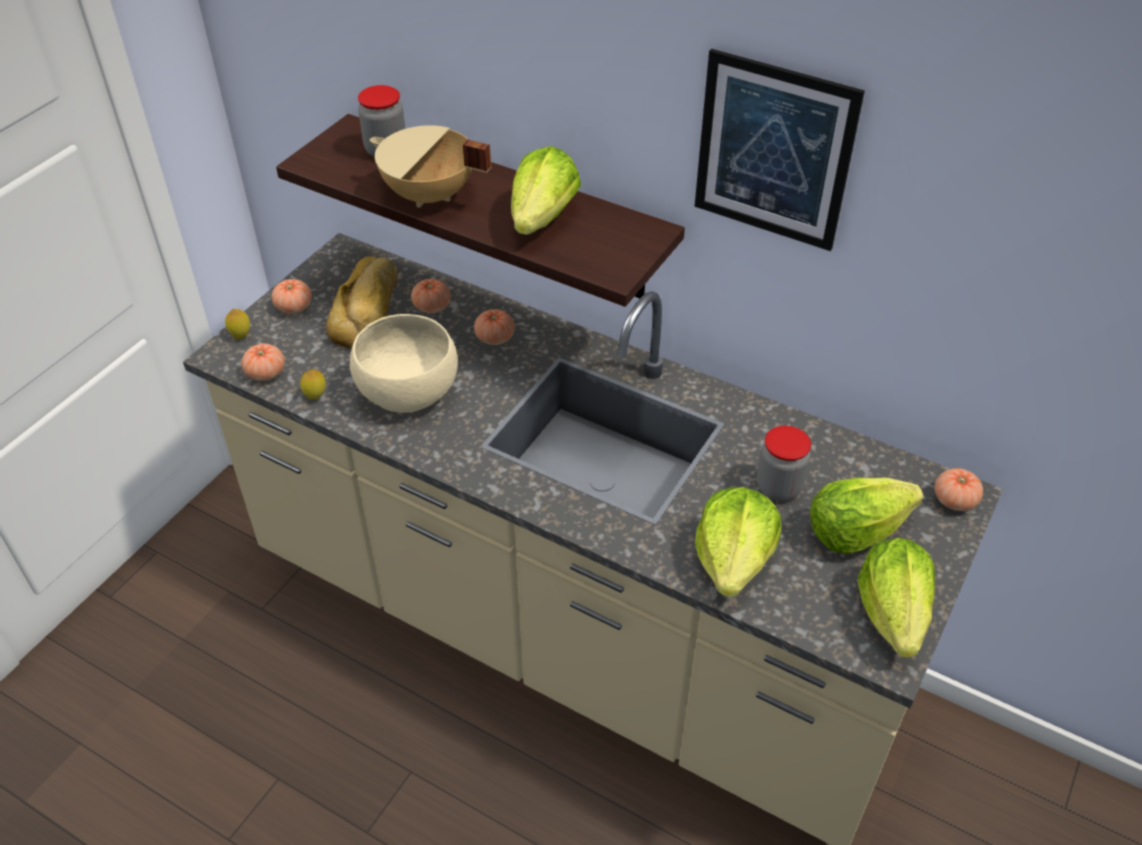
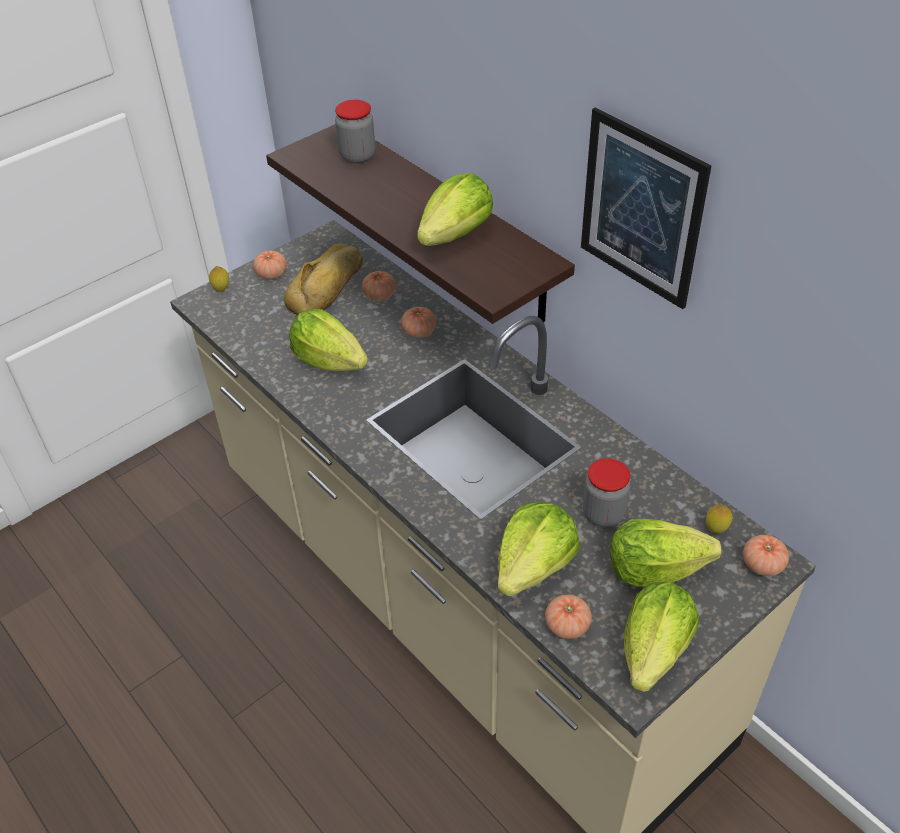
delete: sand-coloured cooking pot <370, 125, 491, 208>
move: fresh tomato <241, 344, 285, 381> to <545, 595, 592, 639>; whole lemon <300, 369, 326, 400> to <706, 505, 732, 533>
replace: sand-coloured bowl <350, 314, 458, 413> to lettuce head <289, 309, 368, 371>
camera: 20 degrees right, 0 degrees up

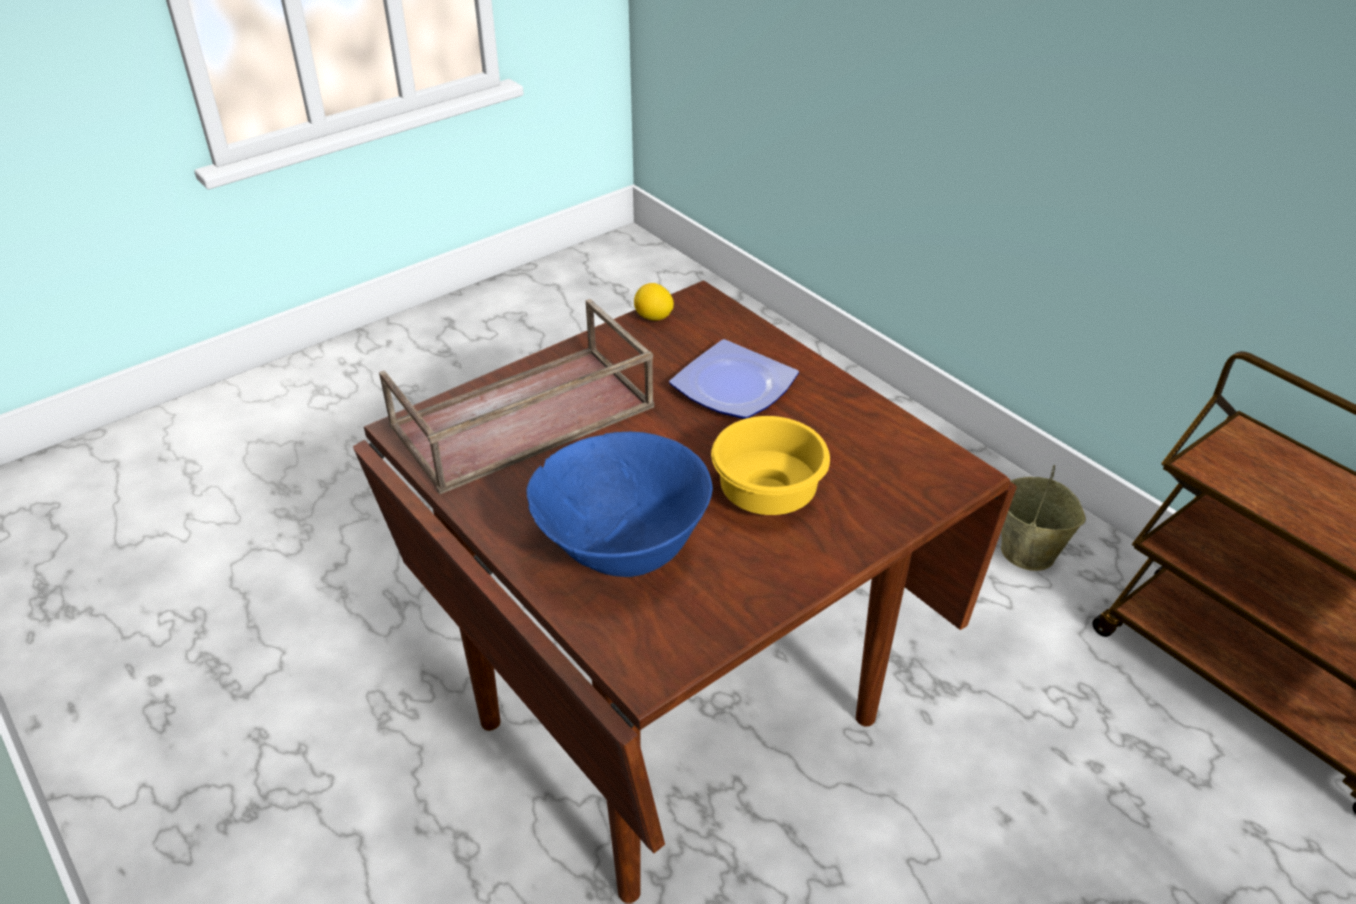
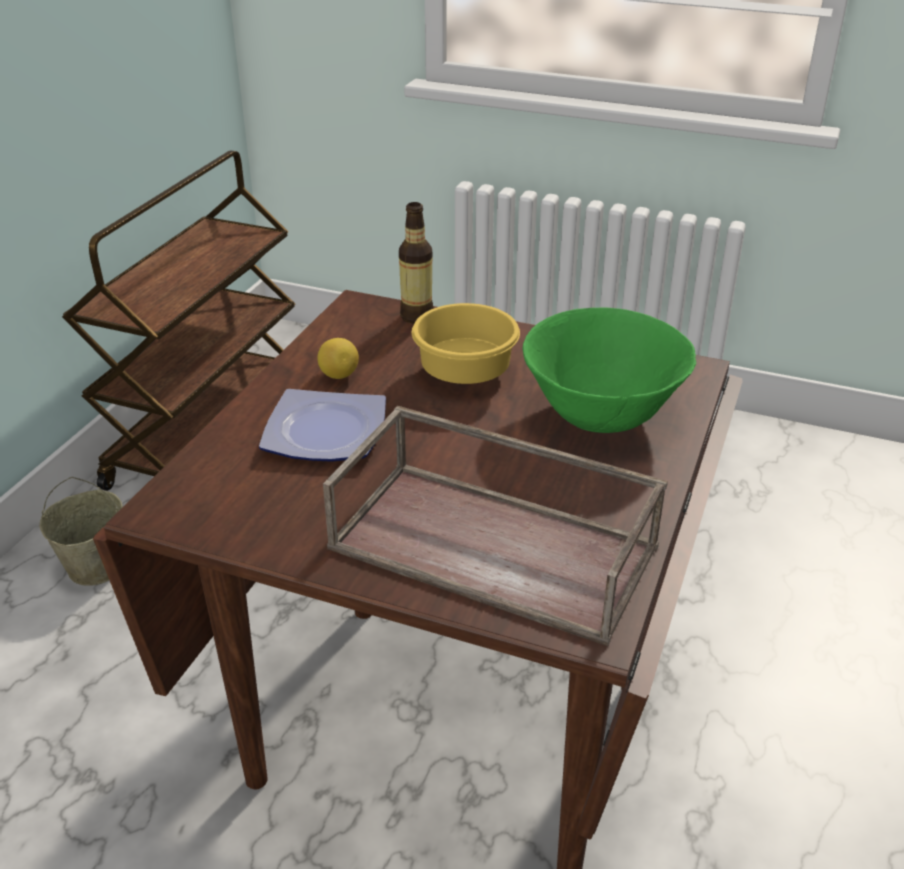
insert: bottle <399, 202, 433, 324>
move: whole lemon <634, 283, 674, 321> to <317, 338, 359, 379>
recolor: bluish bowl <526, 432, 713, 577> to green bowl <523, 308, 696, 433>
camera: 120 degrees left, 5 degrees down

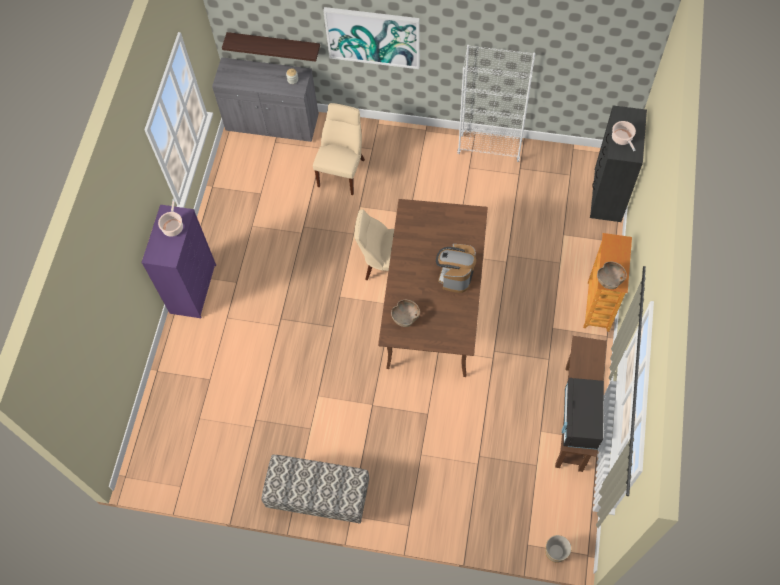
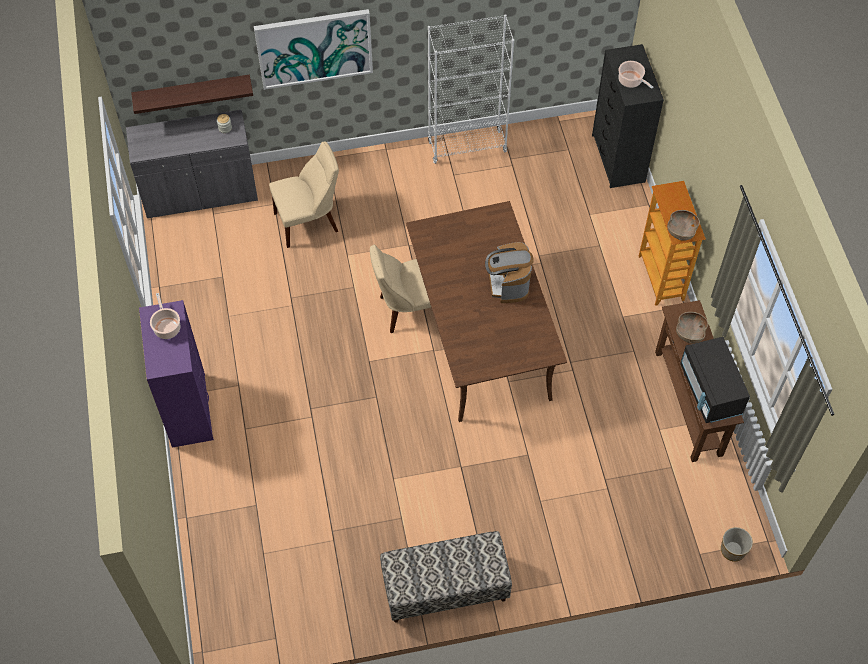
move: brown-coloured bowl <391, 300, 420, 327> to <676, 312, 708, 343>
rotate: sand-coloured chair <313, 103, 365, 195> = <269, 142, 339, 248> 75 degrees clockwise
camera: 25 degrees left, 5 degrees down

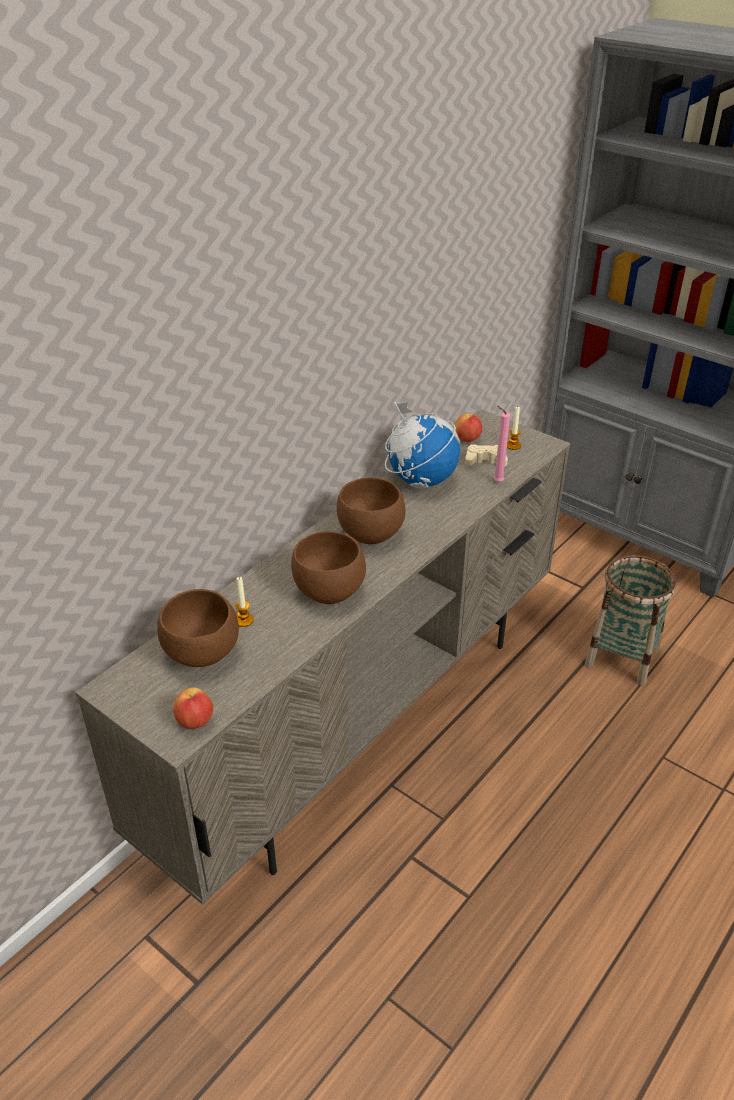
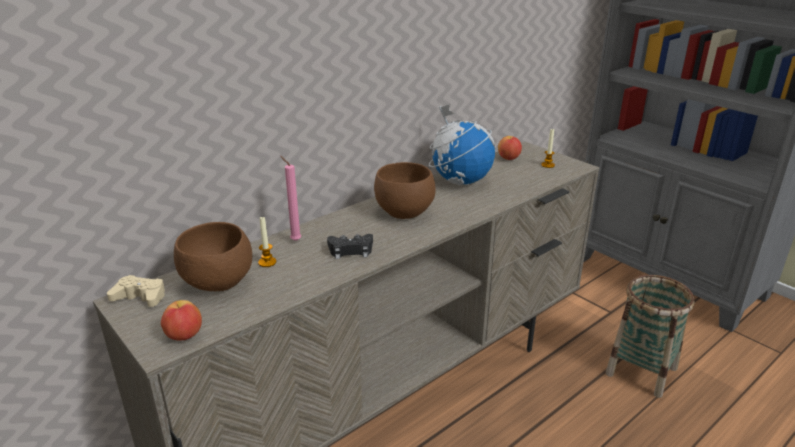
move: sand-coloured joypad <465, 444, 508, 466> to <107, 275, 165, 307>; pinkish candle <494, 405, 510, 482> to <280, 156, 301, 241>
replace: brown-coloured bowl <291, 531, 366, 604> to blackish joypad <327, 234, 373, 259>
camera: 10 degrees right, 10 degrees down

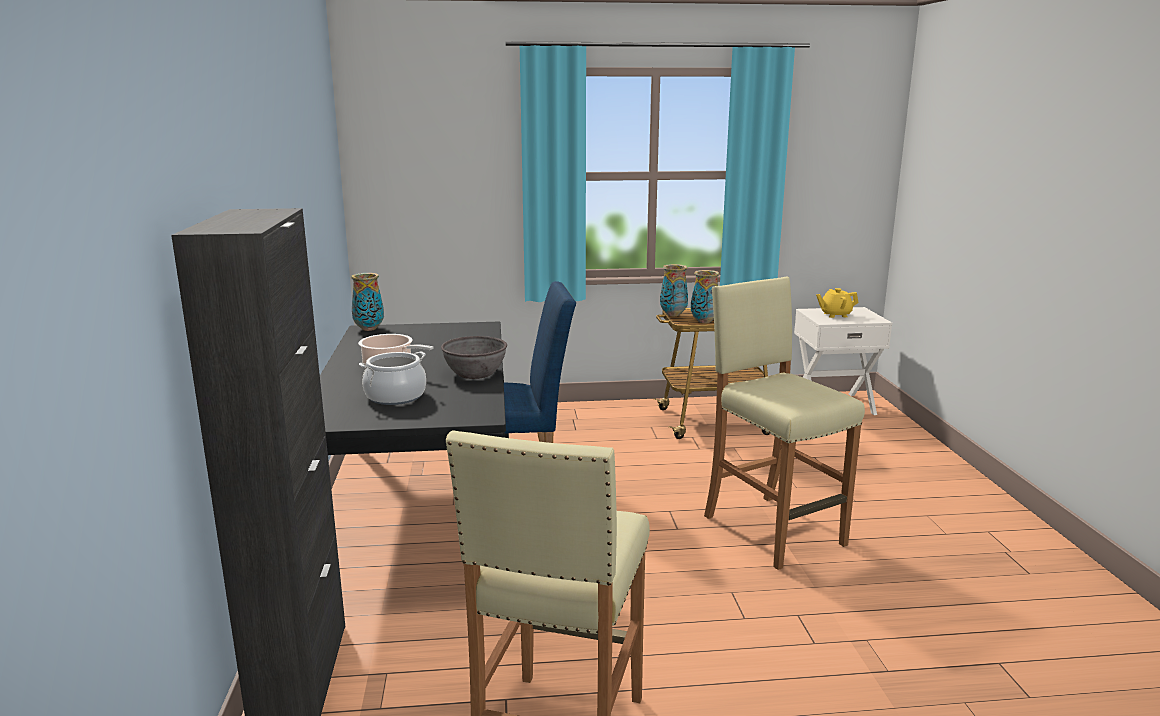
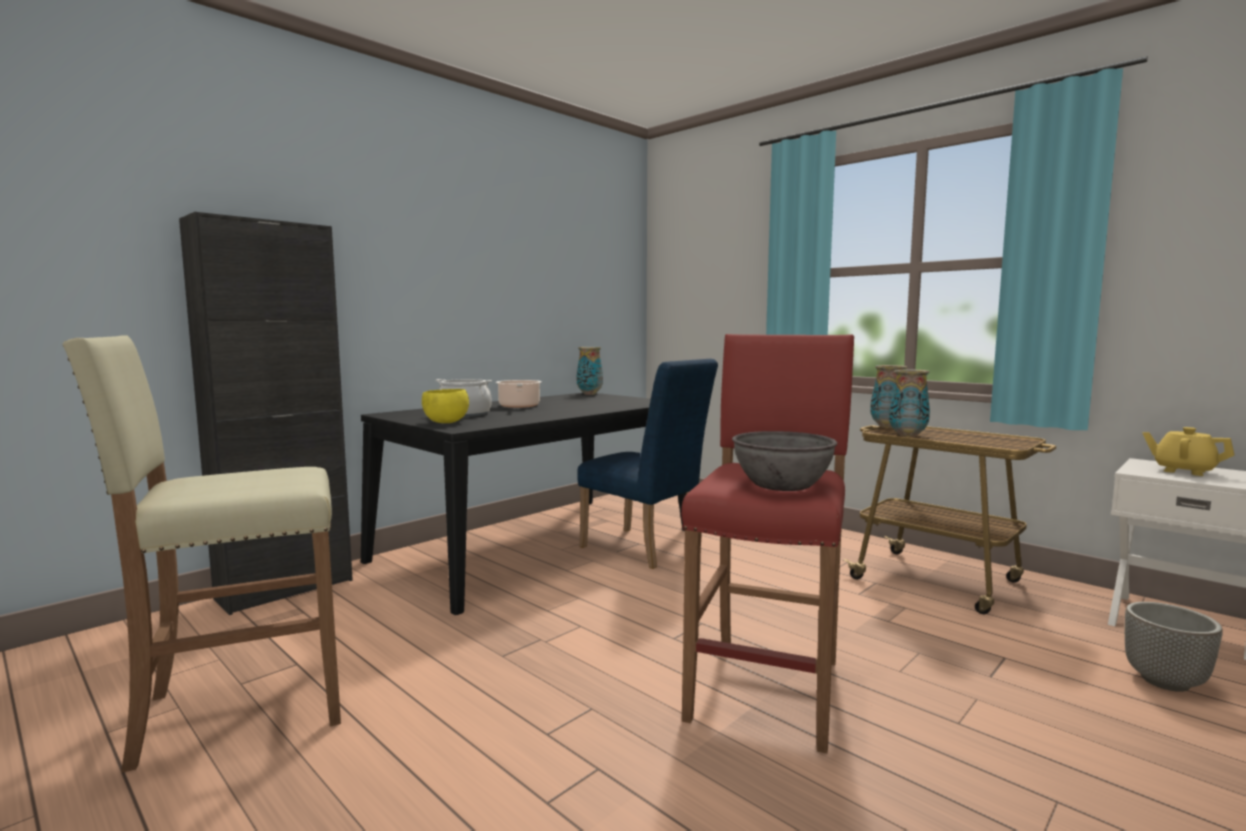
insert: yellow bowl <422, 389, 469, 423>; planter <1125, 602, 1223, 692>
move: grey bowl <441, 336, 507, 379> to <732, 431, 837, 491>
recolor: sand-coloured stool <704, 277, 865, 570> to red-coloured stool <681, 334, 854, 754>
camera: 50 degrees right, 10 degrees down

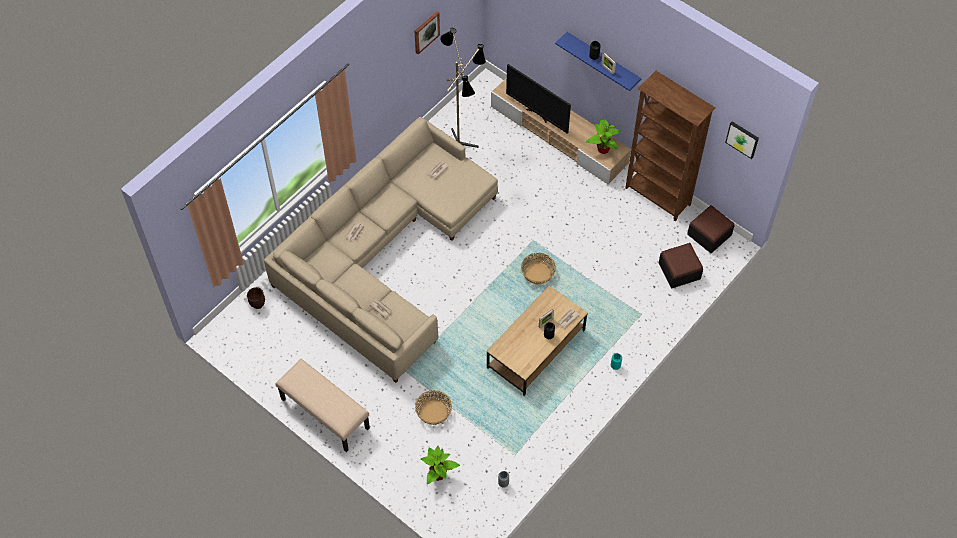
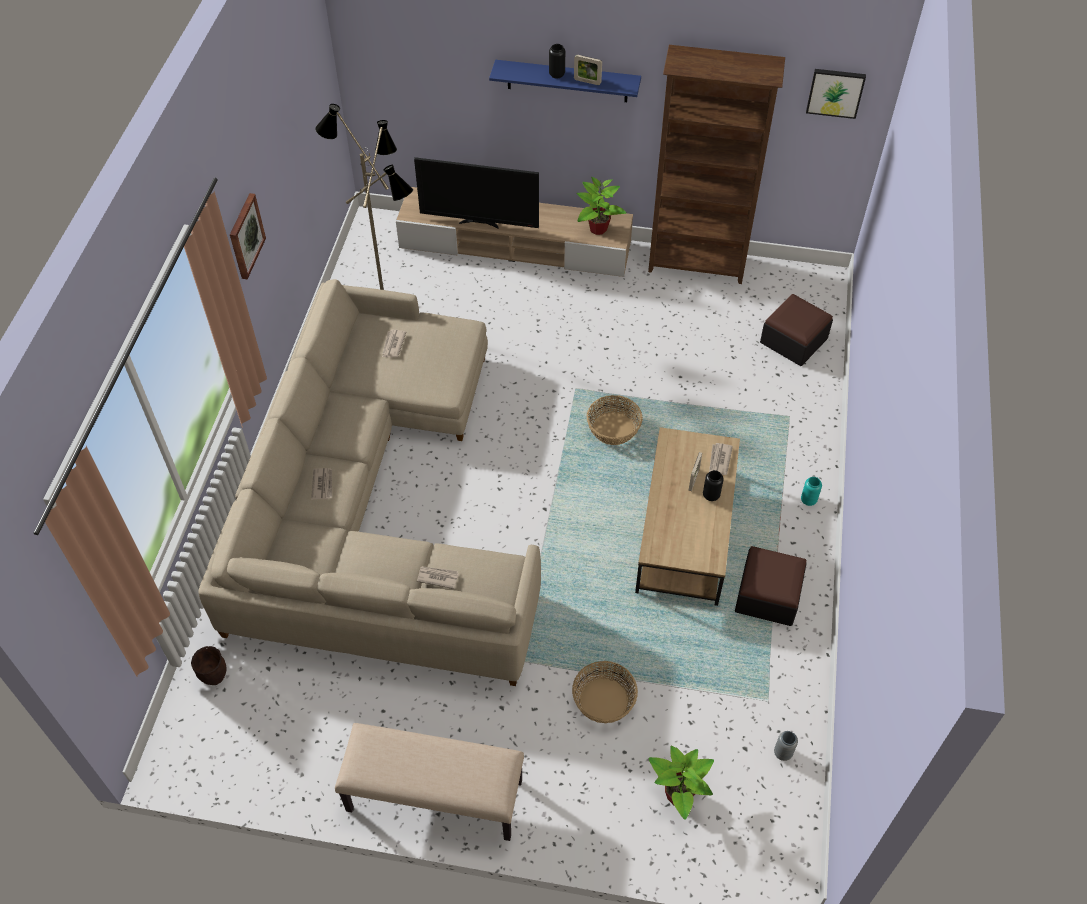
move: picture <414, 11, 440, 54> to <230, 193, 266, 279>; pouffe <687, 205, 734, 253> to <735, 546, 807, 626>
camera: 30 degrees left, 5 degrees down

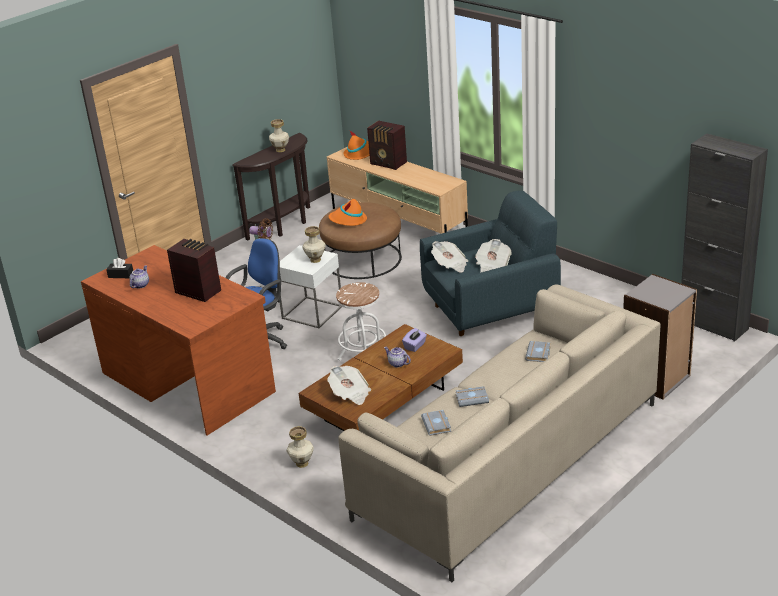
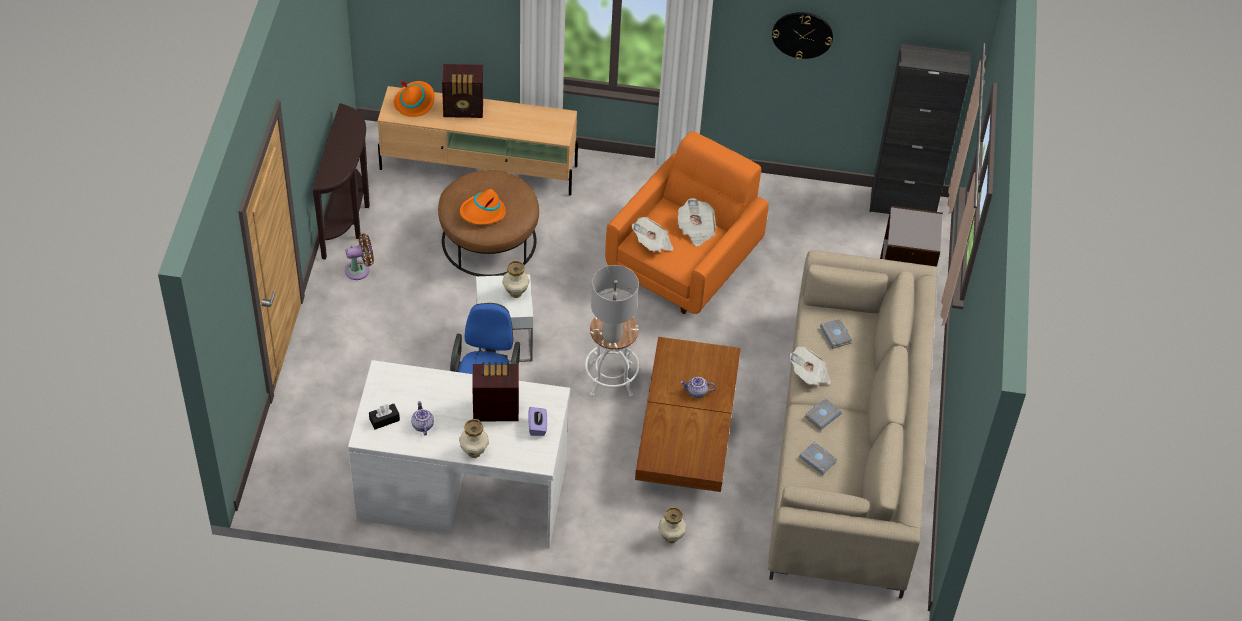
insert: grey tabletop lamp <591, 265, 639, 343>; wall clock <772, 12, 833, 60>
move: decorative vase <269, 119, 289, 152> to <459, 419, 489, 458>; newspaper <327, 366, 371, 405> to <789, 346, 831, 385>; purplish tissue box <402, 328, 427, 352> to <529, 407, 547, 436>
recolor: brown-coloured desk unit <81, 245, 276, 435> to white desk unit <348, 360, 570, 548>; bluish armchair <420, 190, 561, 336> to orangey armchair <605, 131, 769, 314>
camera: 40 degrees left, 20 degrees up

